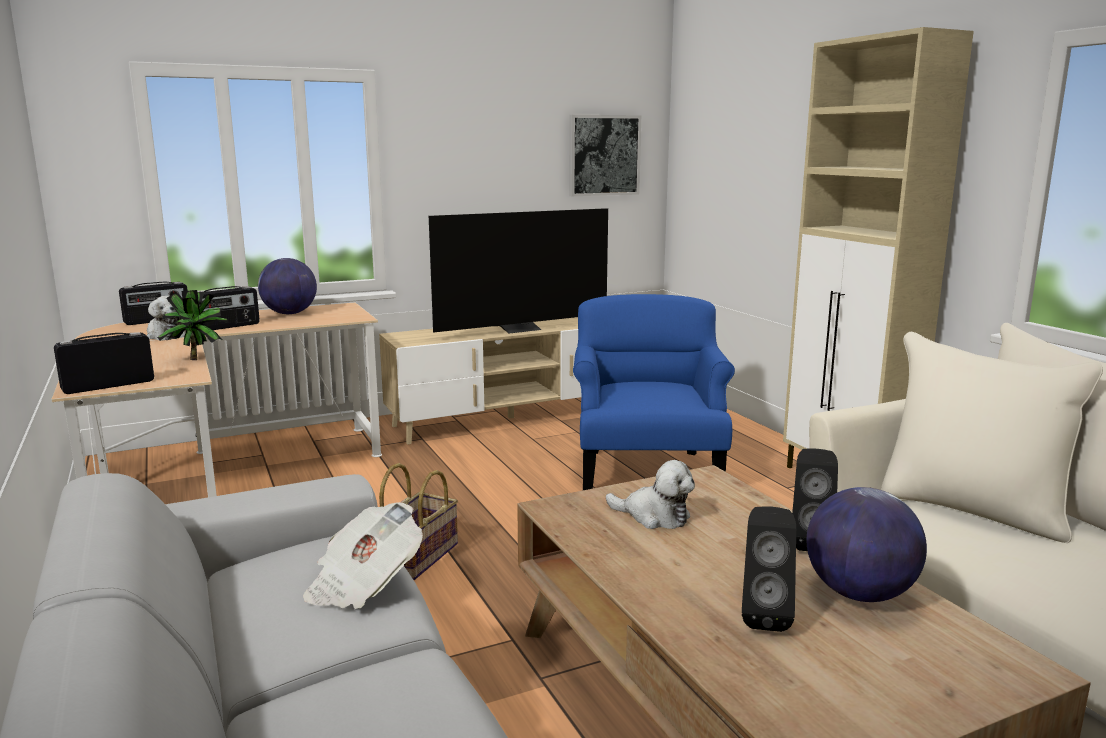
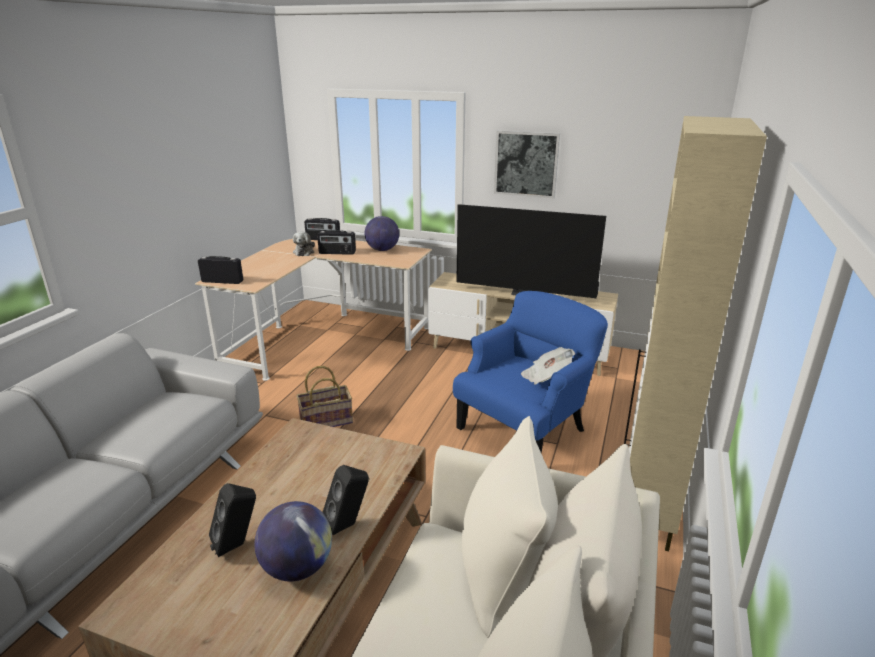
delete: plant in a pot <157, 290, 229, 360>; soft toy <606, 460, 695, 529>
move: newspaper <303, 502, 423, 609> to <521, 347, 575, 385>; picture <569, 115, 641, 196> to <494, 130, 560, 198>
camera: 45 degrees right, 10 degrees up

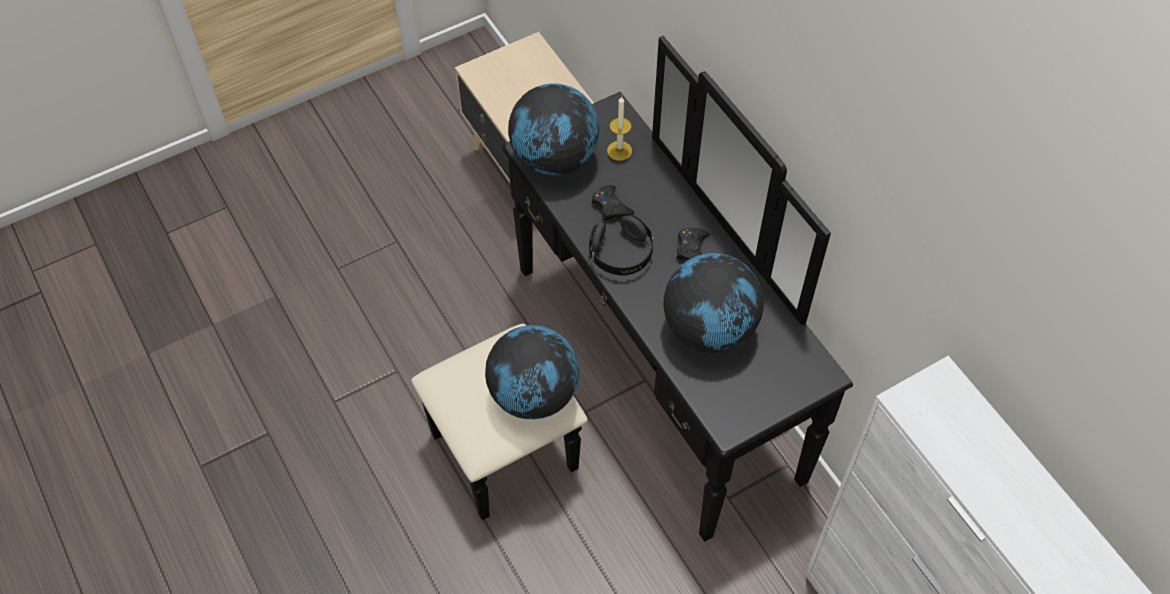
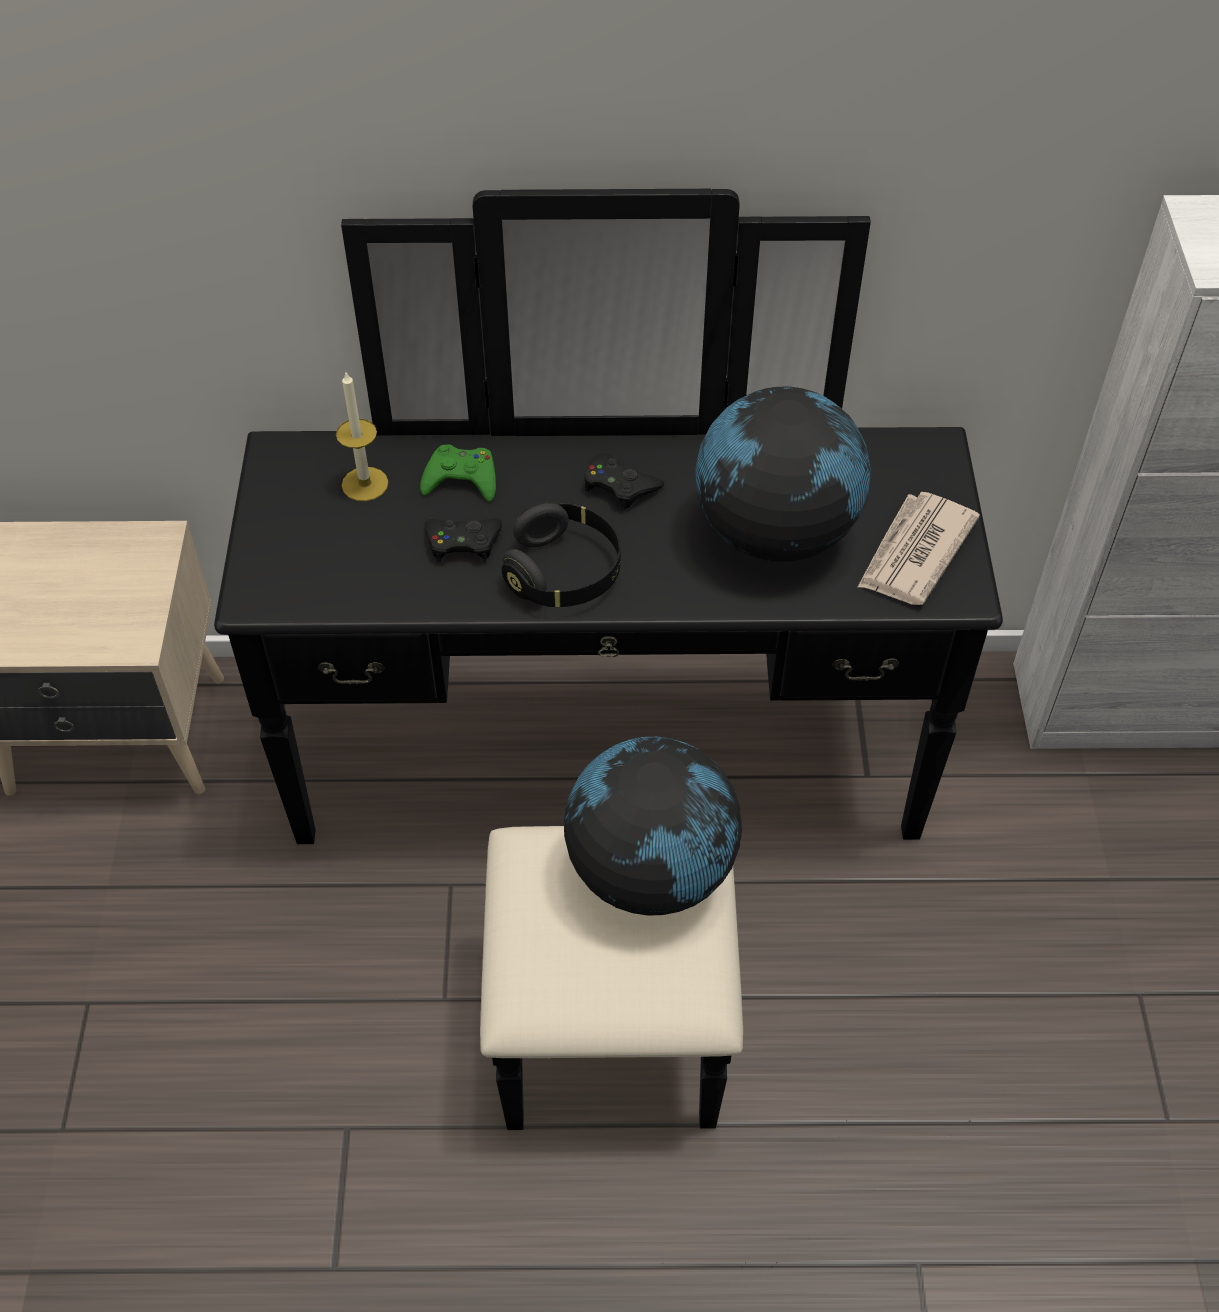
delete: world globe <508, 83, 599, 175>
insert: green joypad <420, 445, 496, 502>; newspaper <858, 492, 980, 605>
camera: 60 degrees left, 5 degrees down

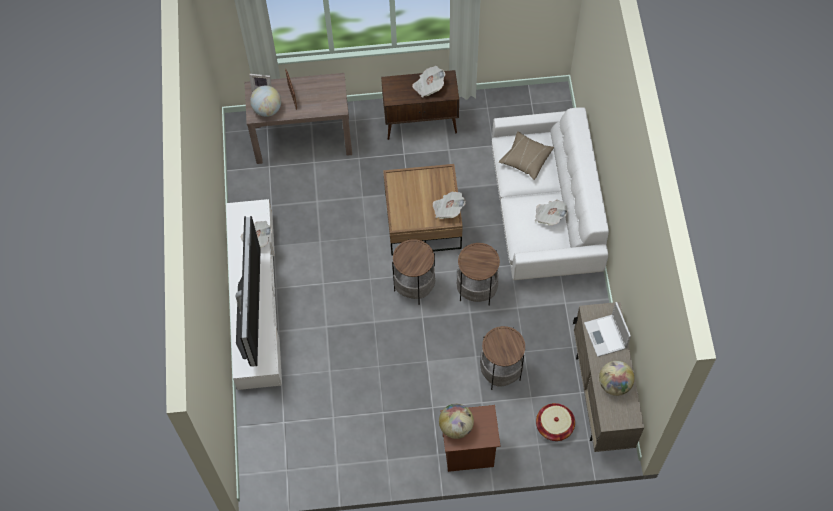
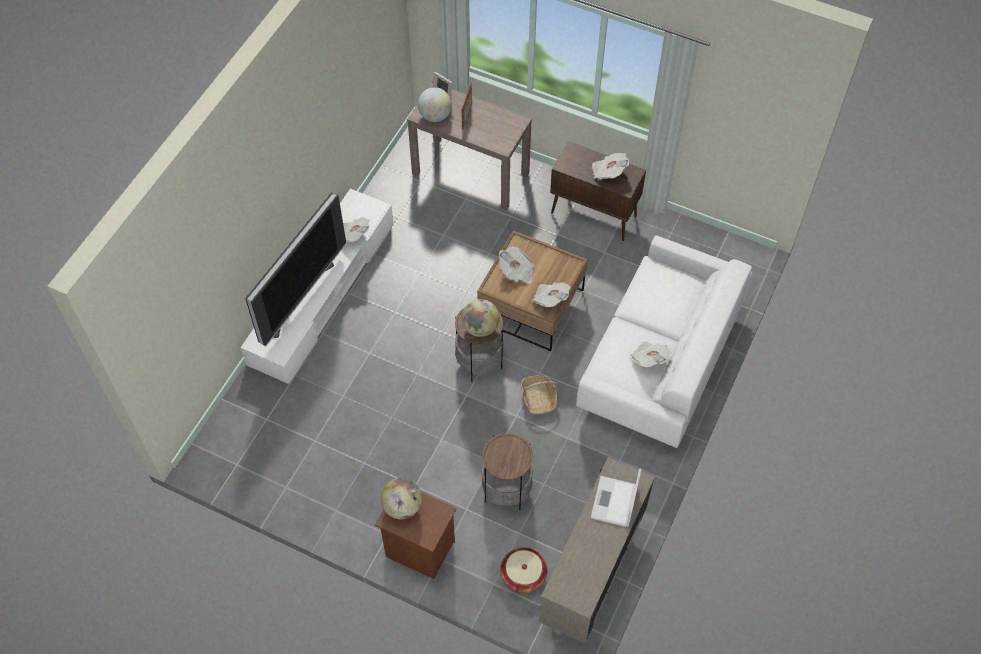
delete: sand-coloured pillow <499, 131, 554, 180>
insert: newspaper <499, 246, 534, 284>
move: world globe <599, 361, 634, 396> to <462, 299, 500, 337>
replace: end table <457, 243, 500, 306> to basket <521, 374, 558, 415>
camera: 30 degrees right, 5 degrees down

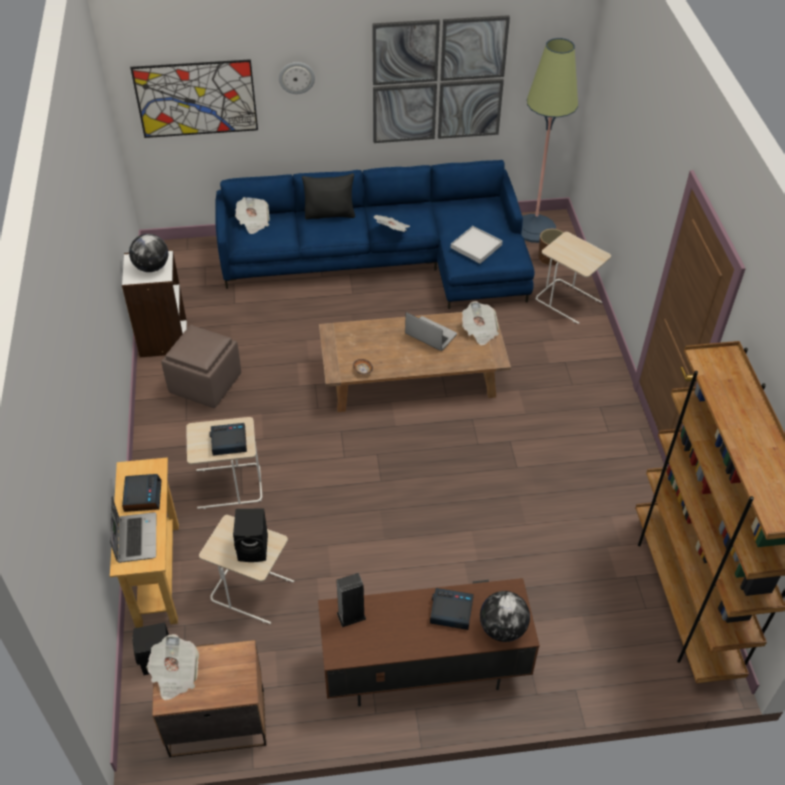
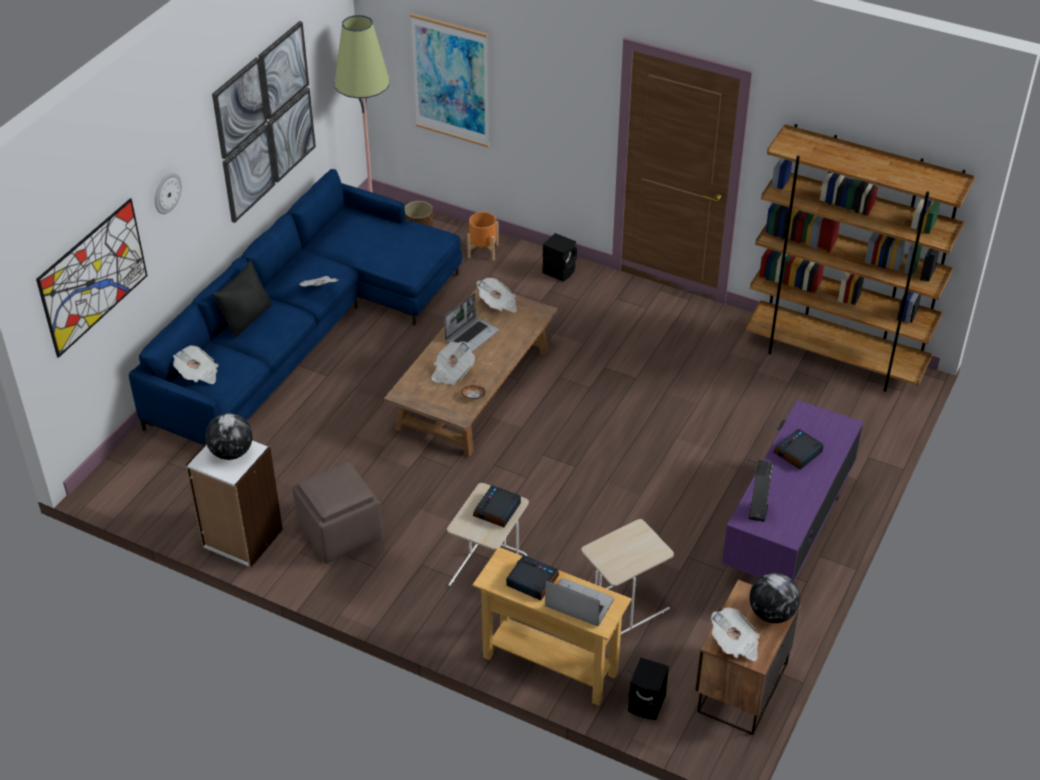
delete: white carrying tray <451, 226, 503, 264>
insert: picture <410, 13, 490, 147>; newspaper <431, 341, 475, 386>
move: blackish speaker <233, 508, 268, 562> to <543, 233, 577, 282>; world globe <480, 591, 530, 642> to <750, 573, 800, 623>
replace: sand-coloured end table <536, 232, 611, 324> to orangey planter <467, 212, 499, 261>
recolor: brown-coloured media console <318, 578, 540, 707> to purplish media console <722, 400, 863, 582>
rotate: laptop <405, 312, 457, 351> = <444, 293, 500, 352> 150 degrees clockwise
camera: 55 degrees left, 5 degrees down

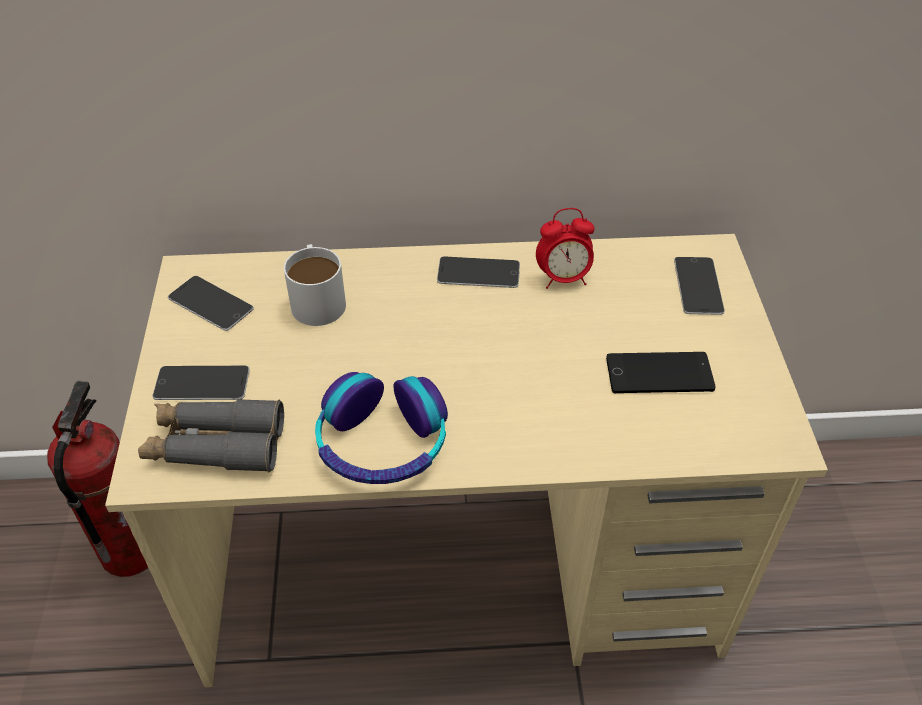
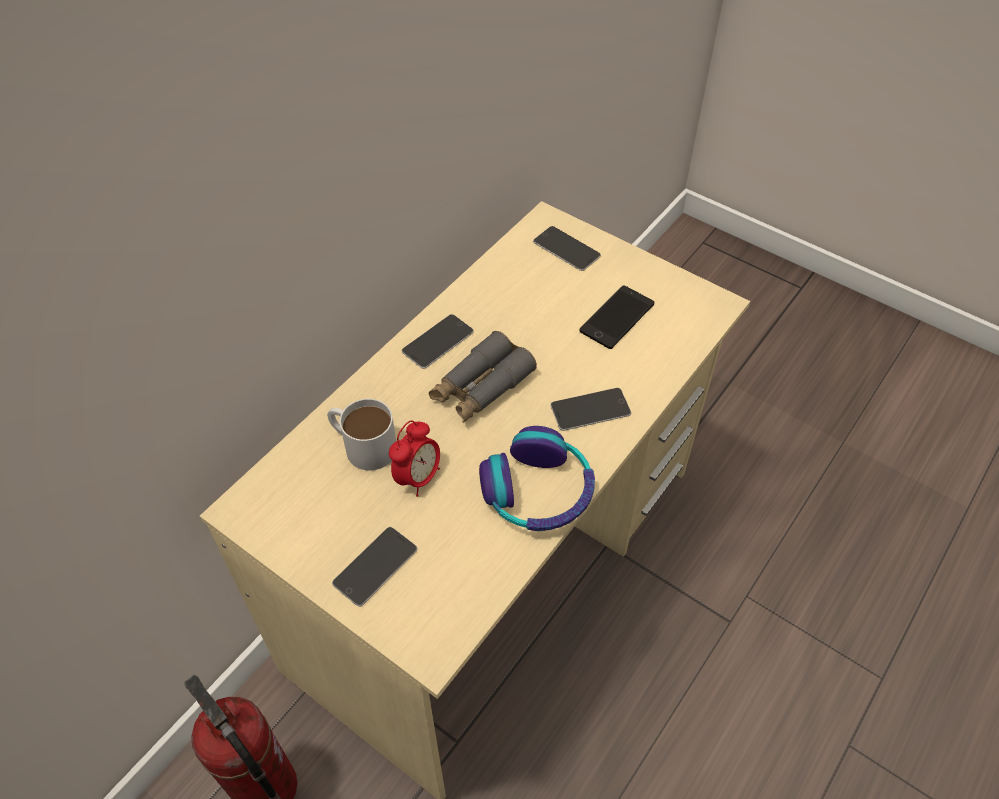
move: grey field glasses <138, 399, 284, 473> to <429, 331, 537, 423>; phone <168, 276, 254, 331> to <550, 388, 631, 431>; alarm clock <536, 208, 595, 289> to <389, 420, 440, 497>
camera: 50 degrees left, 5 degrees up

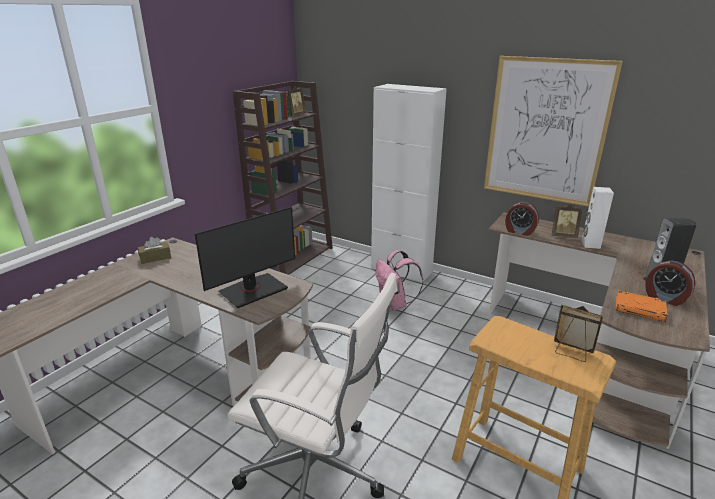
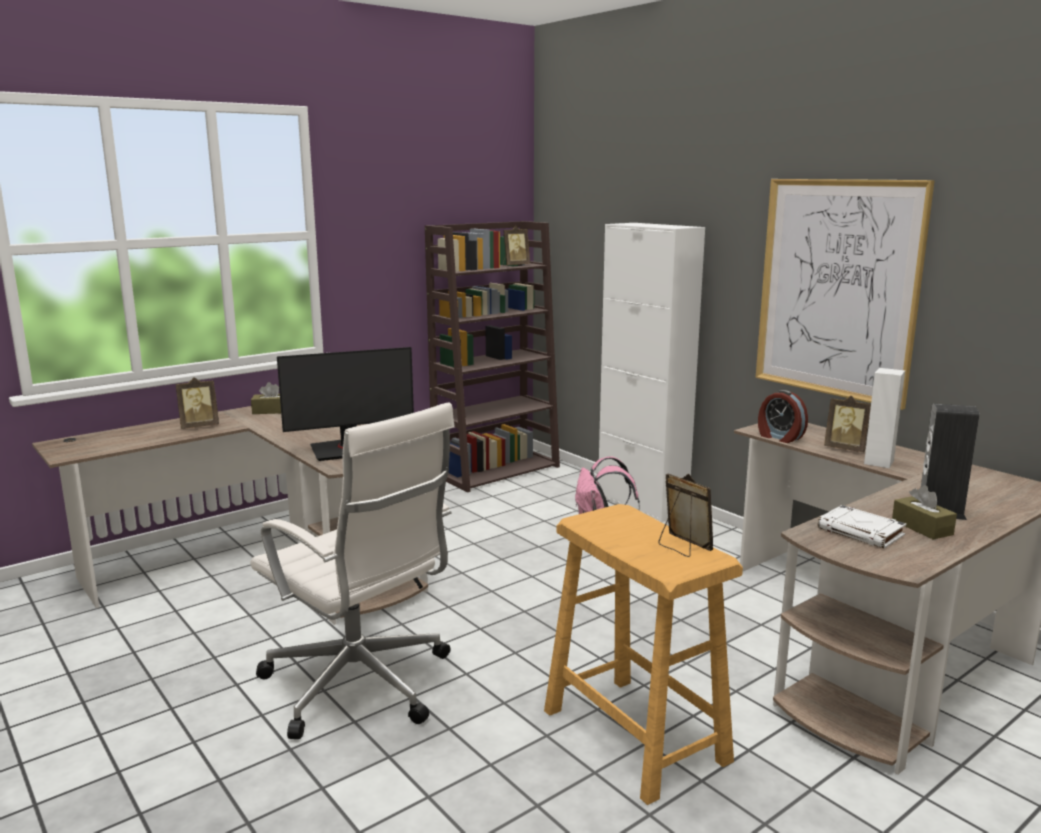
insert: photo frame <175, 377, 219, 429>
replace: alarm clock <645, 260, 695, 306> to brown-coloured tissue box <892, 486, 957, 540>
recolor: orangey volume <616, 290, 668, 322> to white volume <818, 505, 906, 548>
camera: 20 degrees right, 10 degrees down

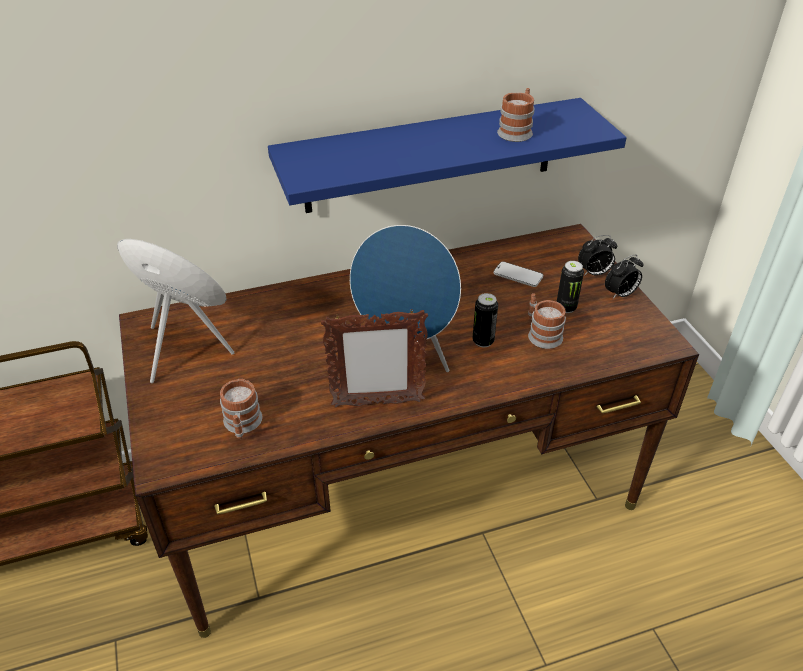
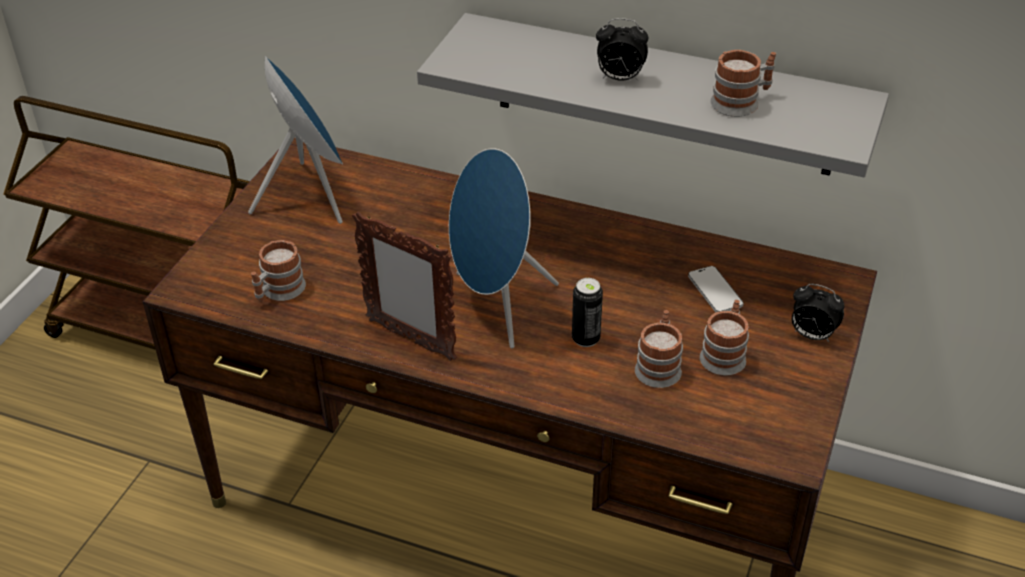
move: alarm clock <605, 255, 644, 299> to <596, 18, 648, 81>
replace: sealed can <557, 261, 584, 313> to tea mug <700, 300, 749, 375>
recolor: bluish wall shelf <268, 98, 627, 213> to grey wall shelf <417, 13, 889, 177>
camera: 40 degrees right, 0 degrees up

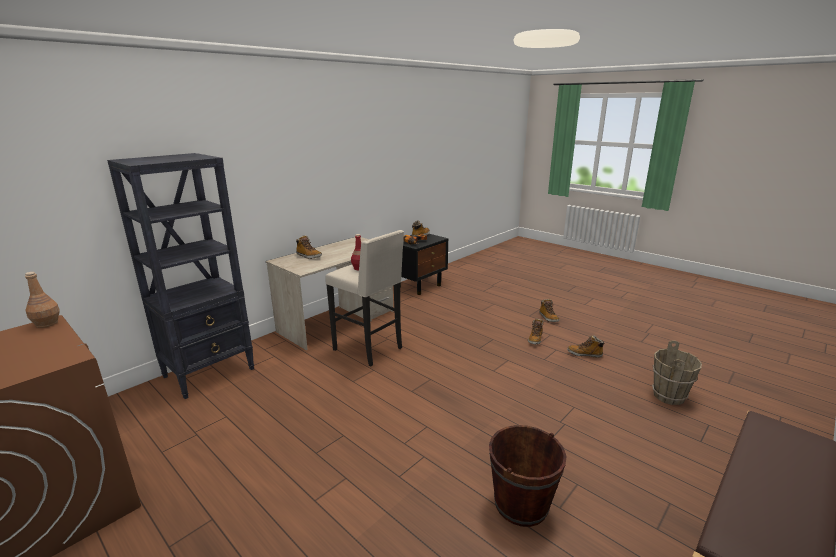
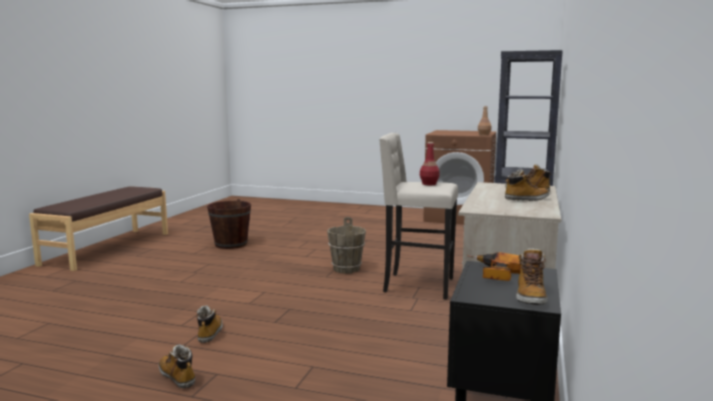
move: boot <567, 335, 605, 358> to <505, 169, 549, 201>; brown-coloured water bucket <652, 340, 702, 405> to <327, 217, 366, 274>
camera: 155 degrees right, 10 degrees down

